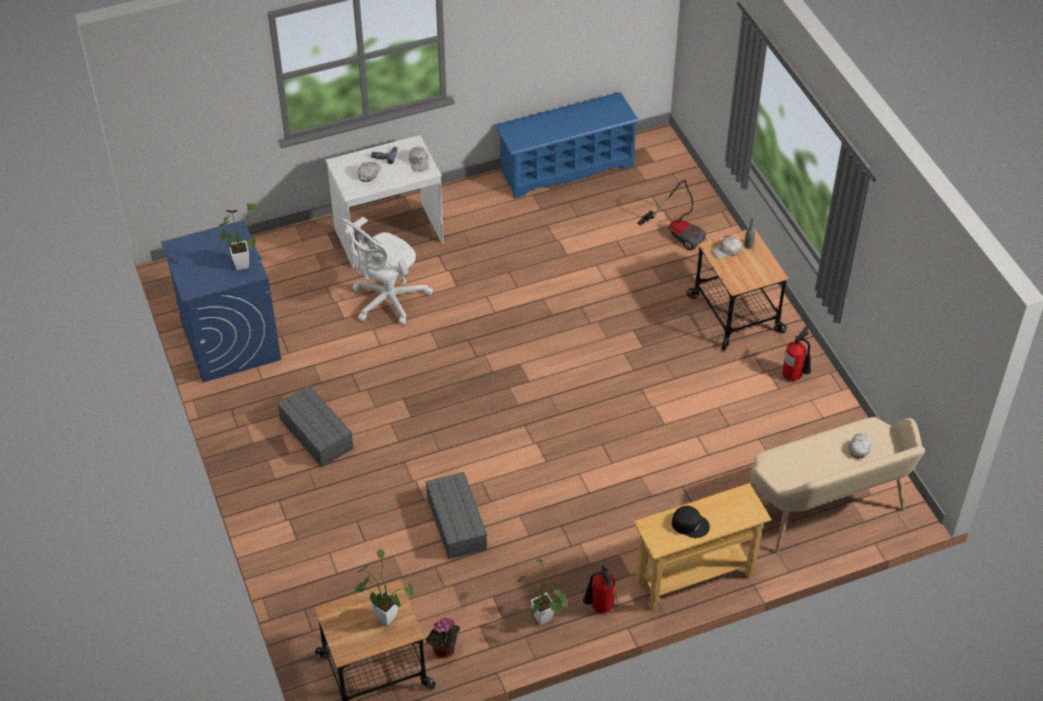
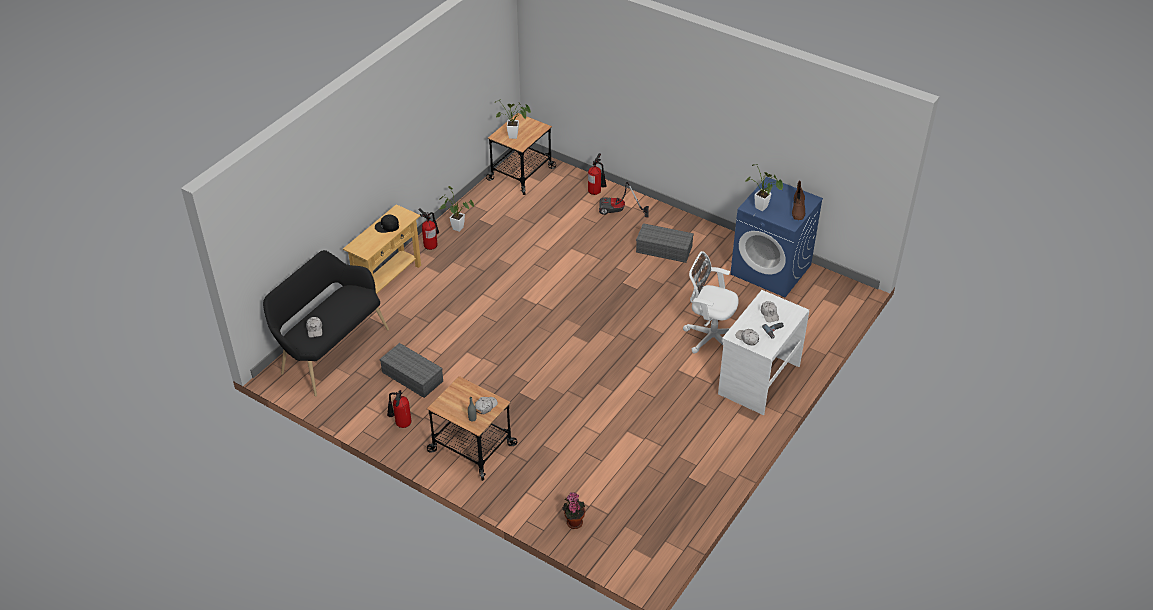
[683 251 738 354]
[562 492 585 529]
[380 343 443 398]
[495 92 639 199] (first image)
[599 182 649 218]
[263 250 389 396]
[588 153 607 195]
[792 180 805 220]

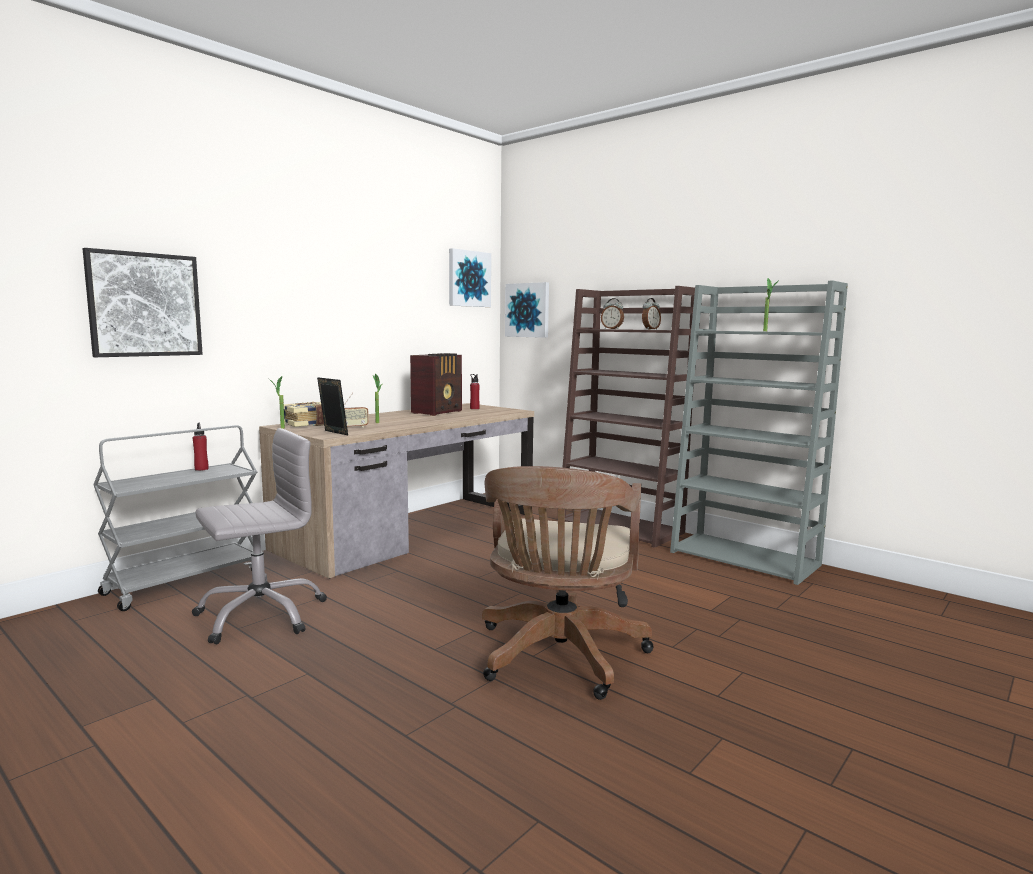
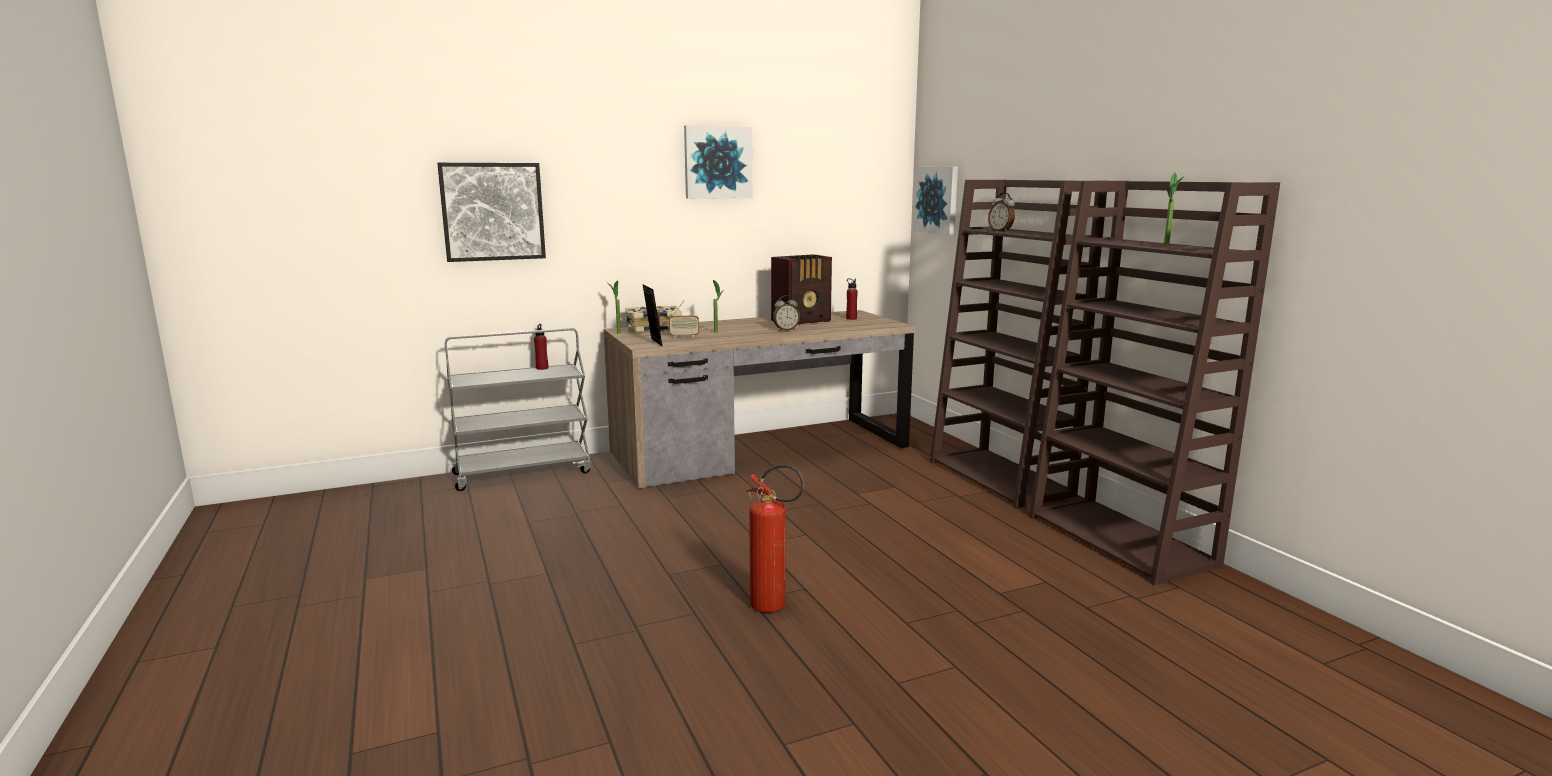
[192 428 327 644] (first image)
[684 125 752 198]
[746 464 805 613]
[773 295 800 331]
[1029 181 1280 585]

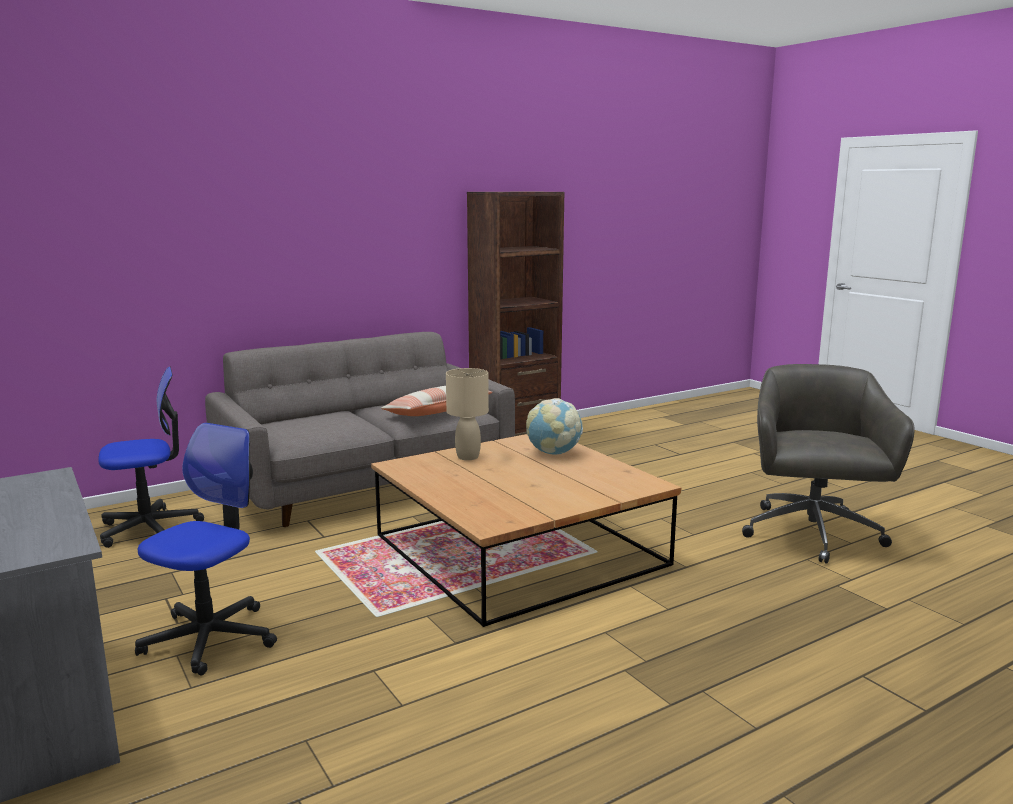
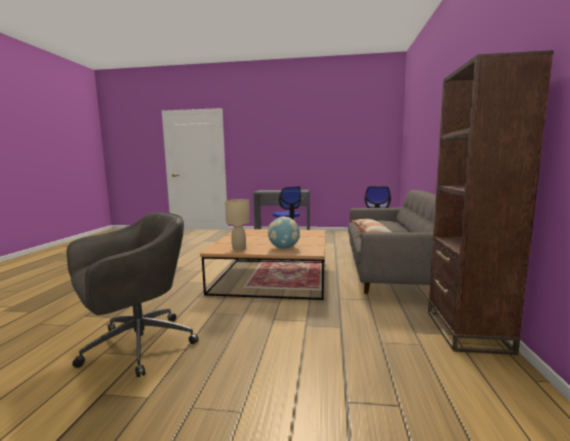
[225 199 250 250]
[66 213 199 377]

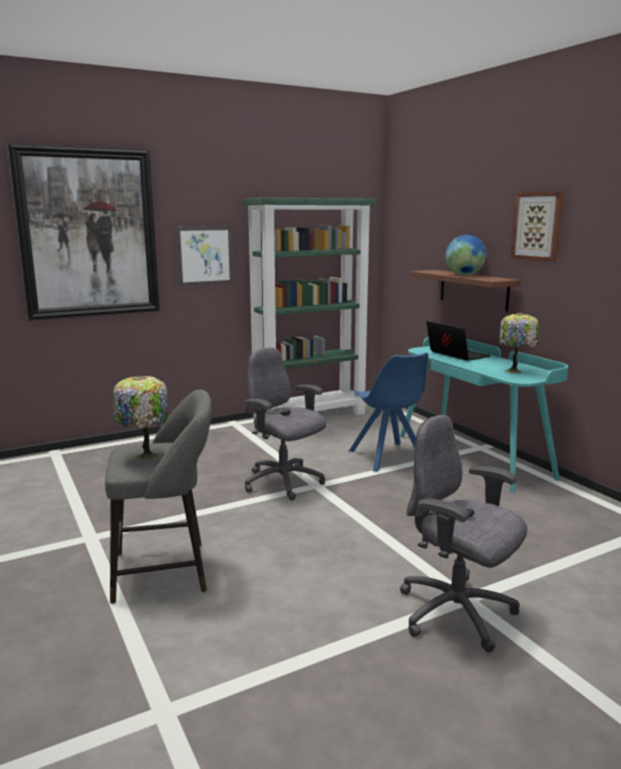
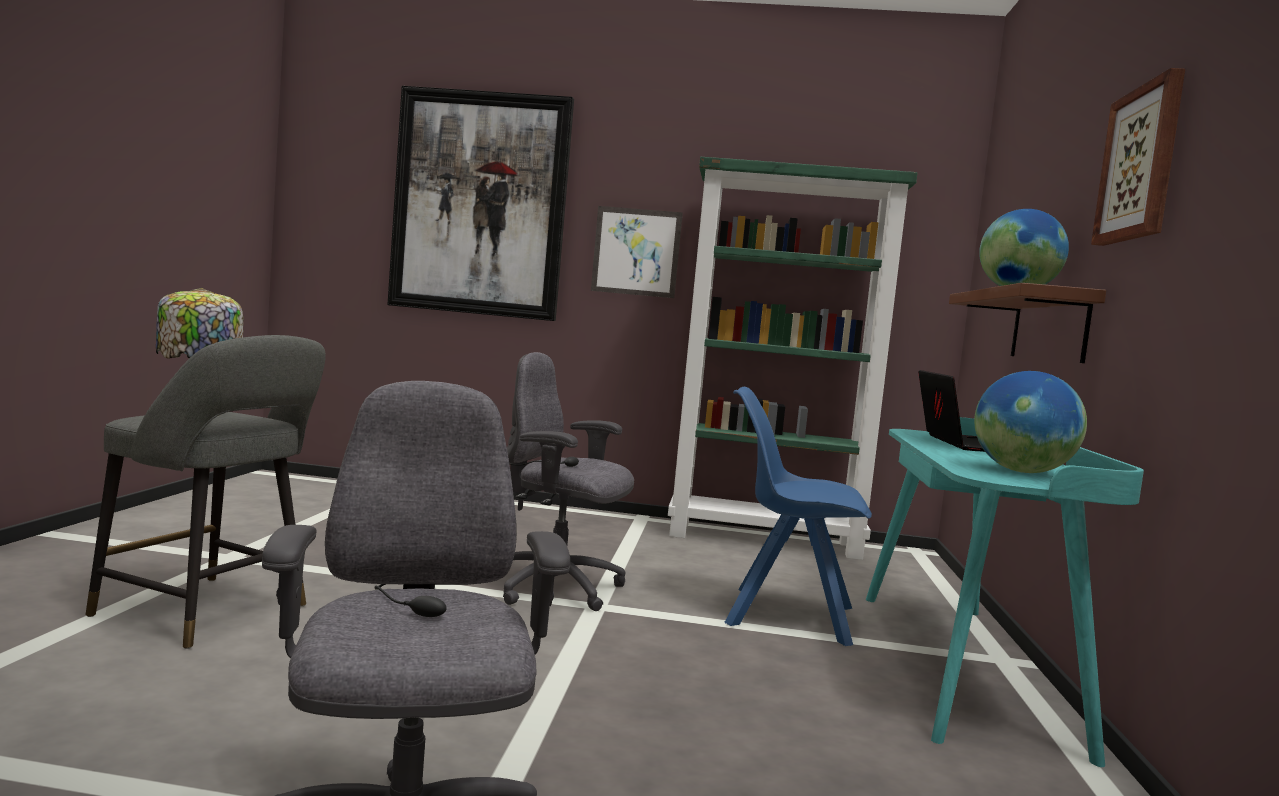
[503 352 634 611]
[724 387 872 646]
[974 371 1087 473]

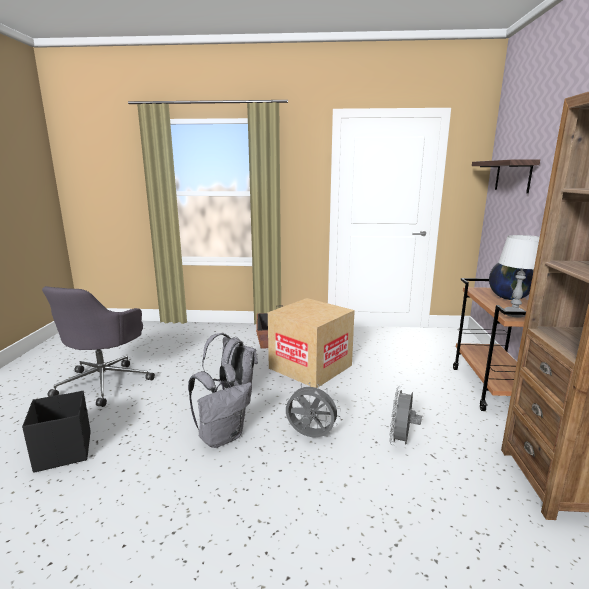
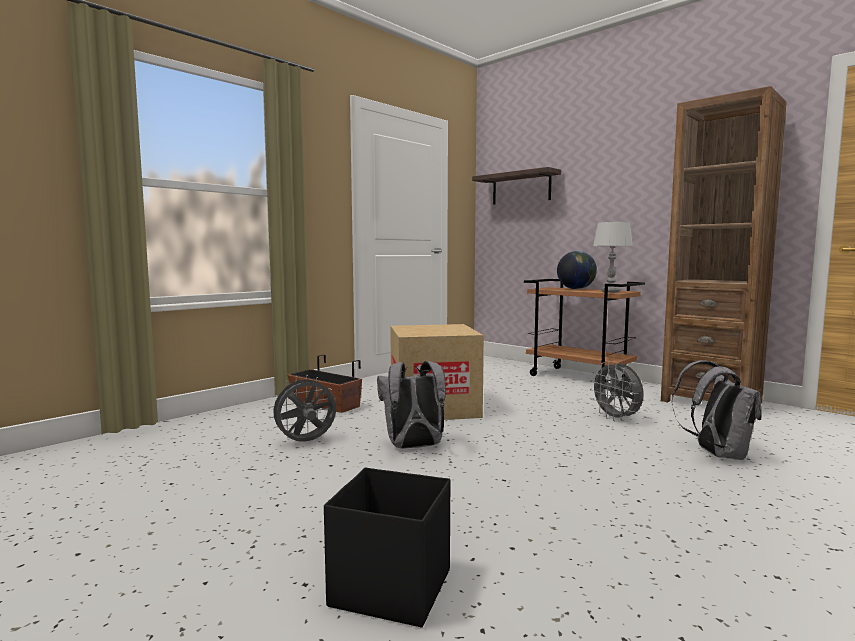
[42 286 155 407] (first image)
[672 360 761 460]
[269 375 336 442]

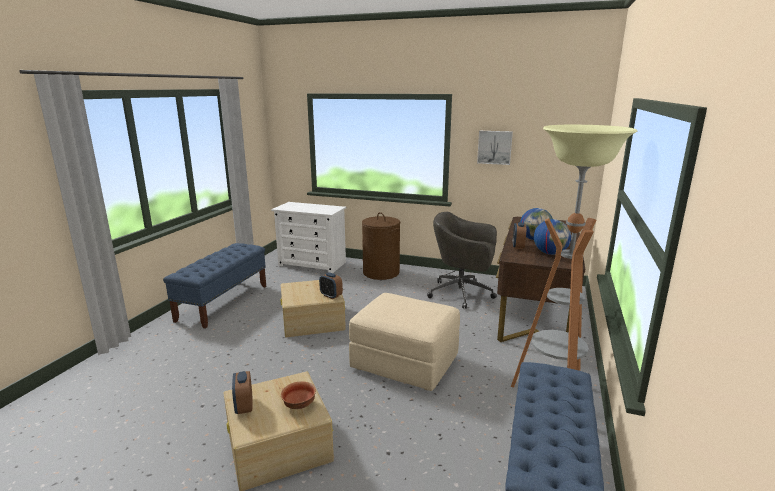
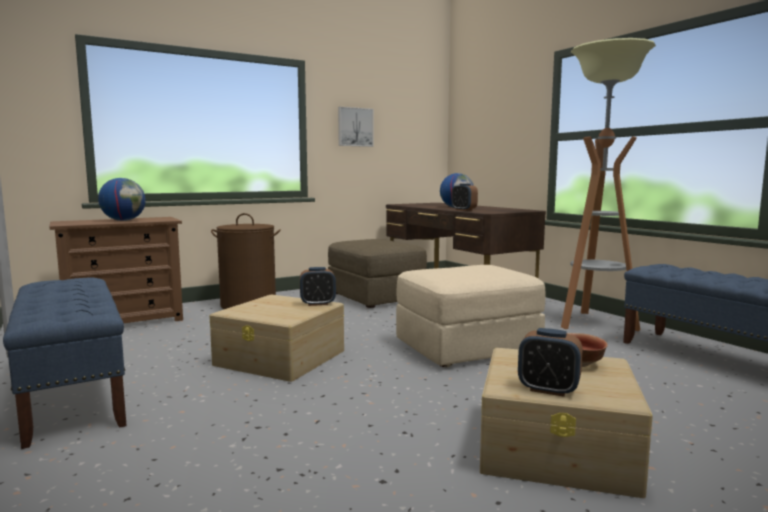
[49 217 183 323]
[328 239 427 308]
[98 178 146 221]

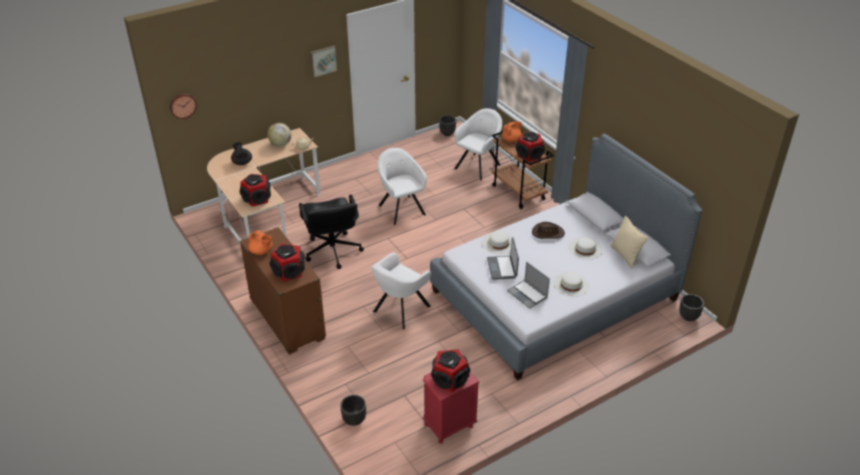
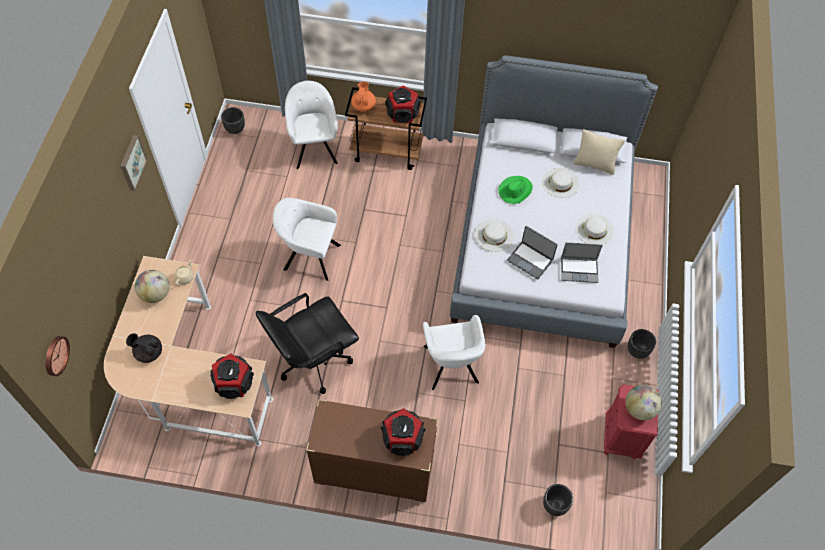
[248 230 273 255] (first image)
[256 293 359 394]
[625 385 662 420]
[499 176 533 204]
[628 329 656 359]

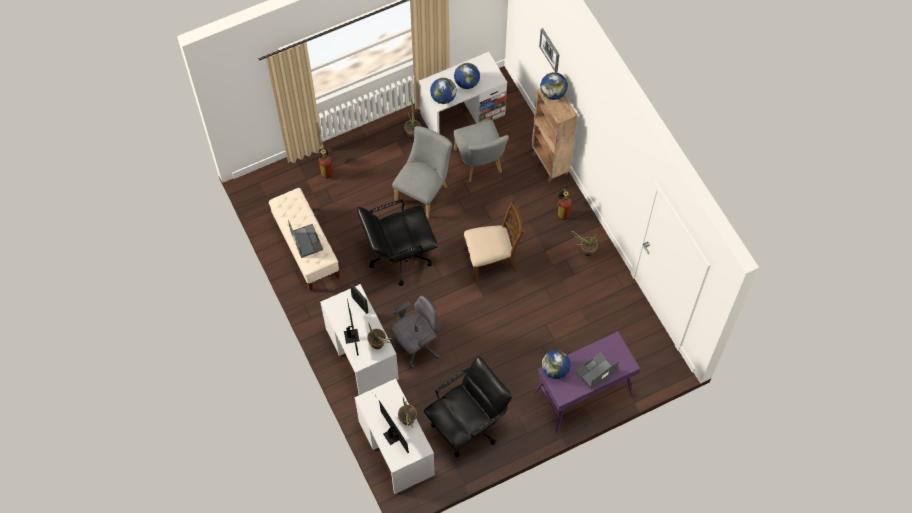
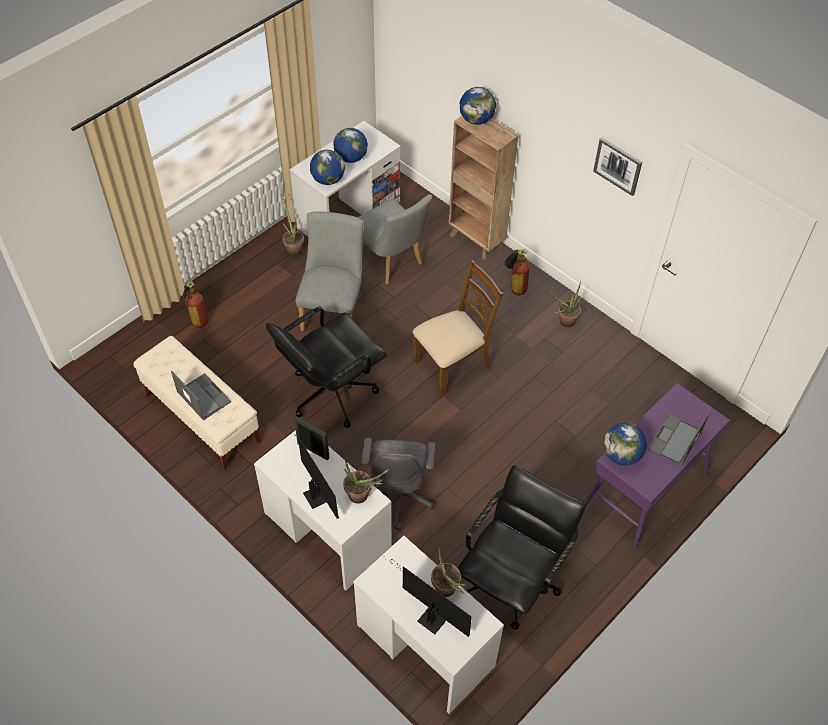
[362 438 436 530]
[593 138 642 196]

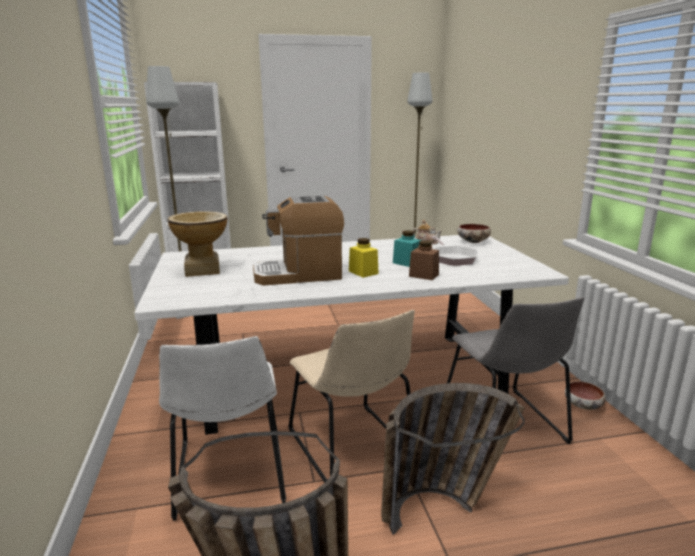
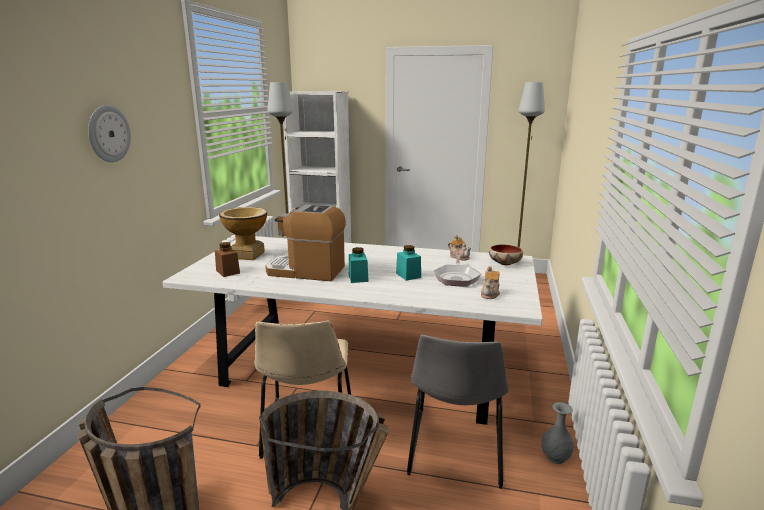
[159 336 286 521] (first image)
[349 247 369 283]
[215 242 240 277]
[541 402 574 464]
[88 105 131 162]
[481 266 500 299]

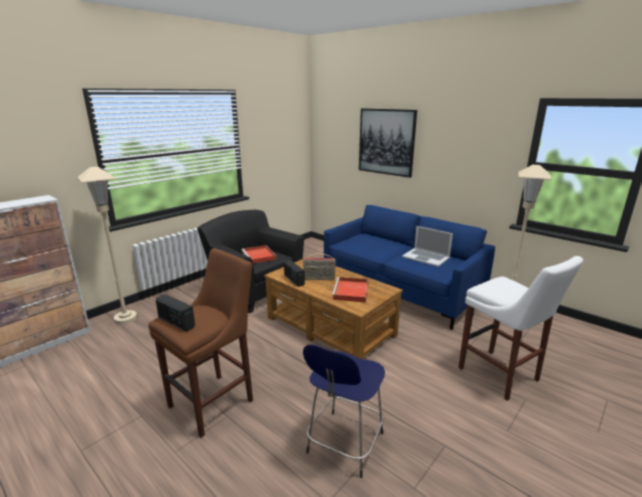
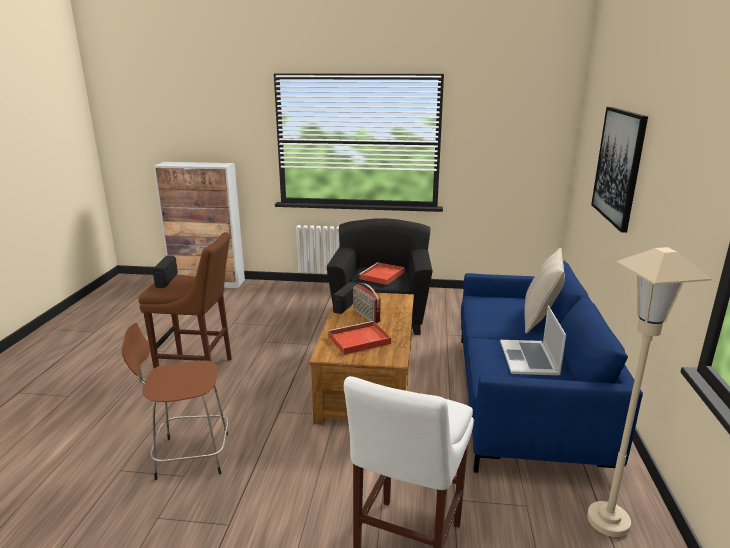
[77 167 137 324] (first image)
[122 323 228 480]
[524 248 565 334]

